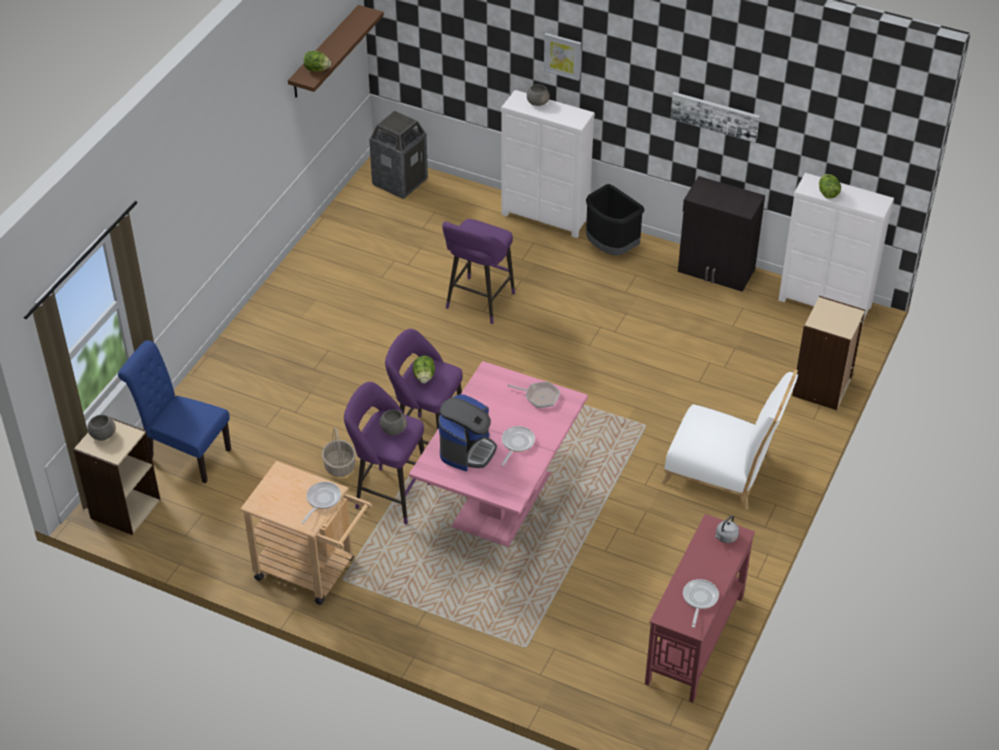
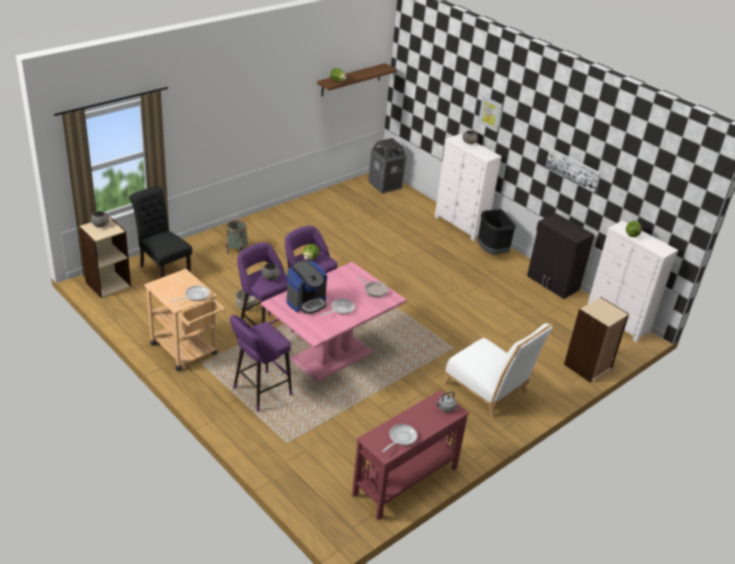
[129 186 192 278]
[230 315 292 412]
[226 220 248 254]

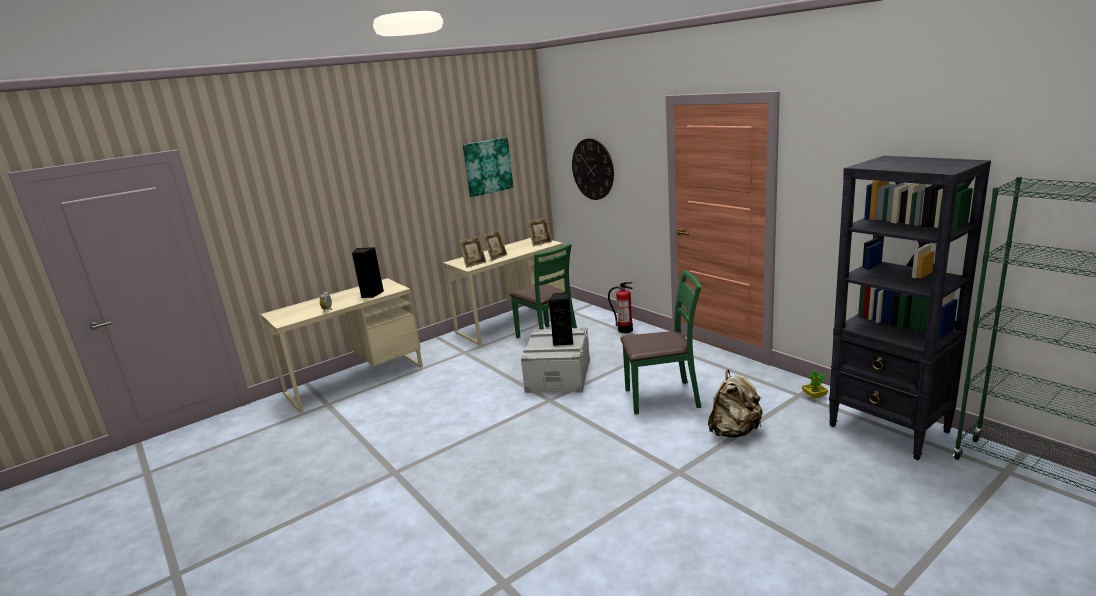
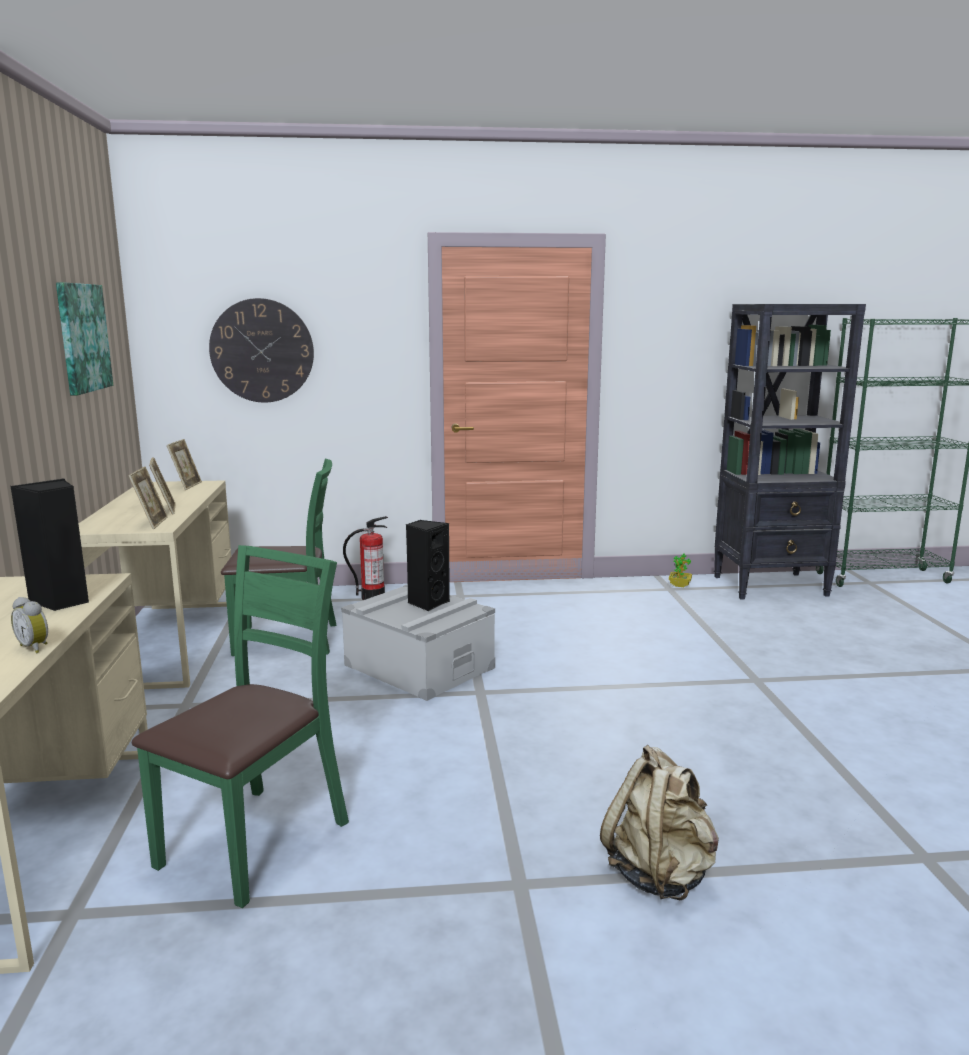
[132 545 349 908]
[600 745 719 900]

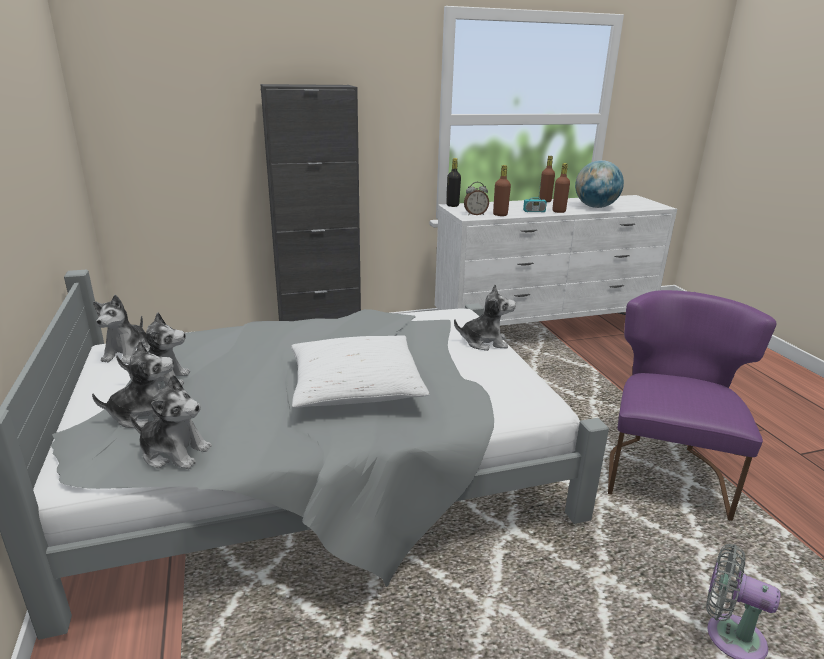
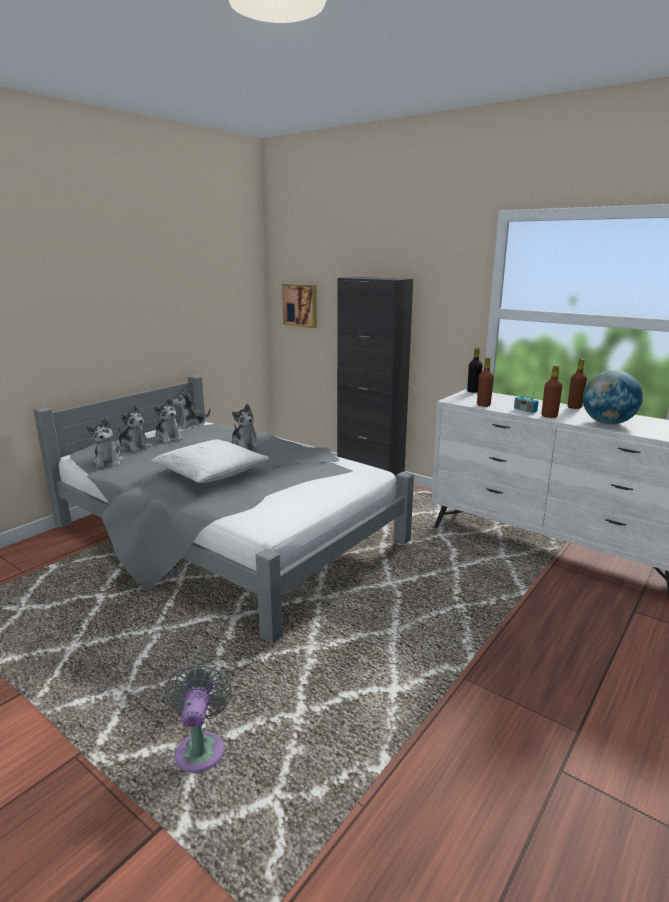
[231 404 261 449]
[464 182 489 215] (first image)
[608 290 777 521] (first image)
[282 284 317 328]

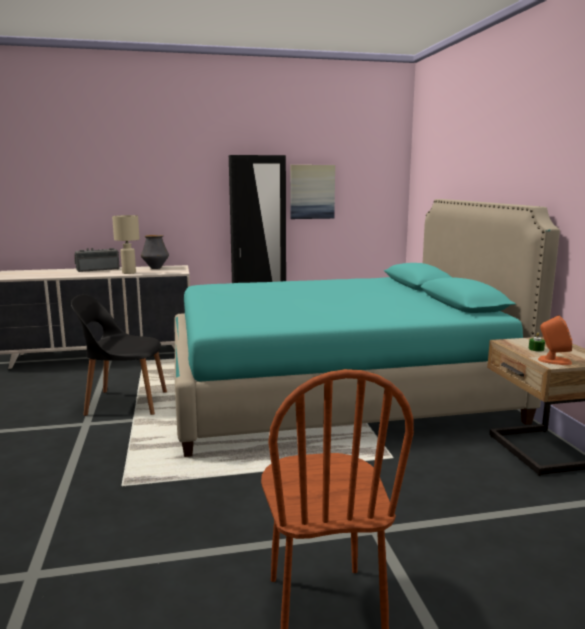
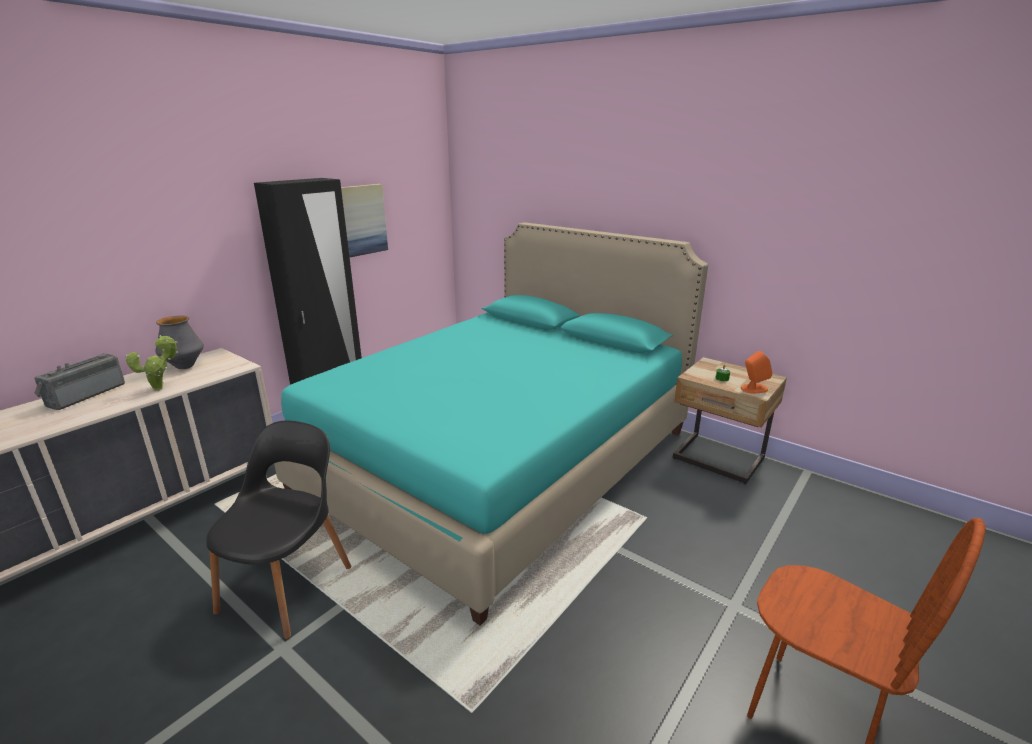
[206 420 351 639]
[125 335 178 391]

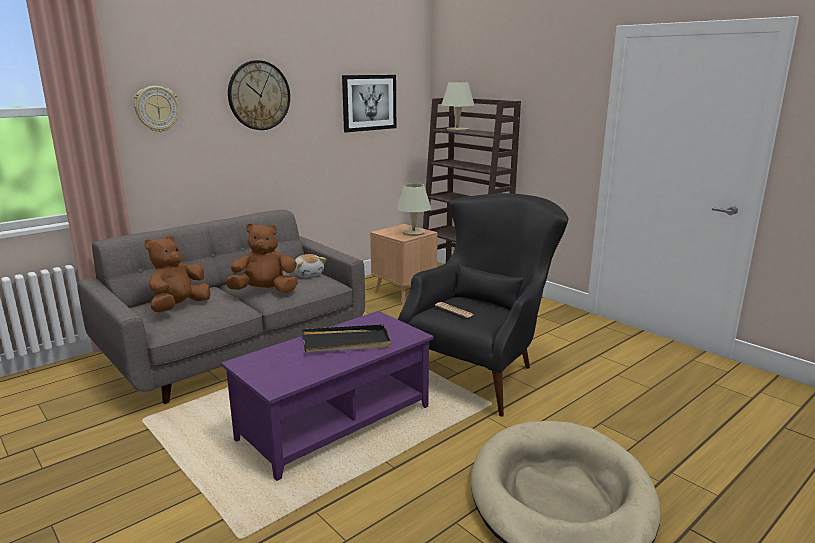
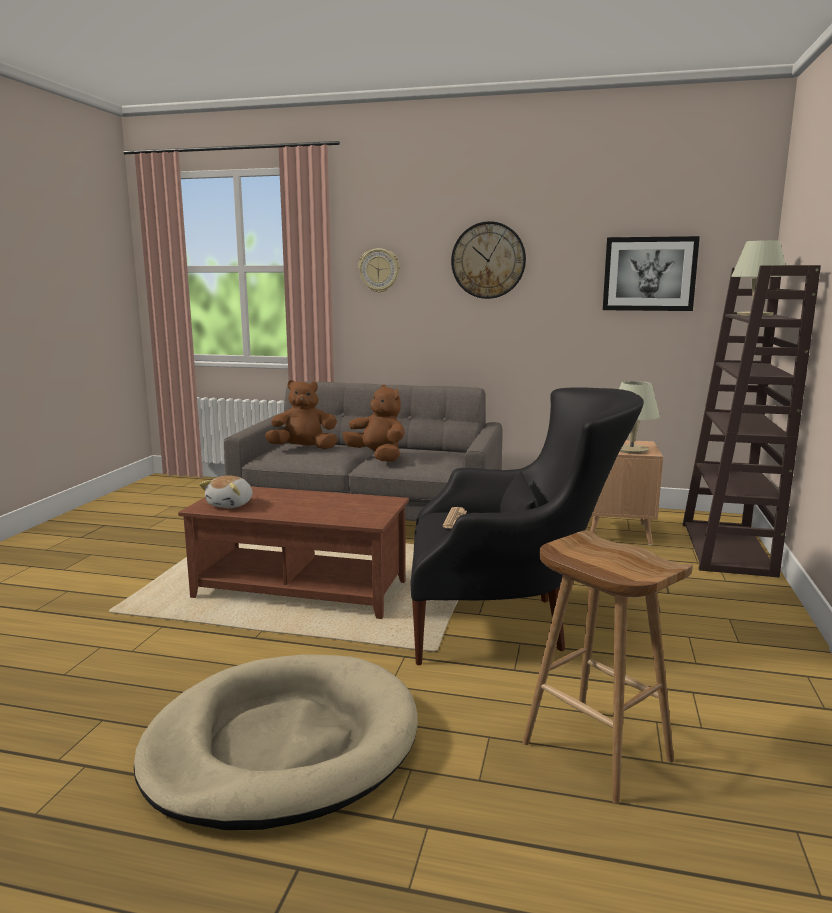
[178 486 409 619]
[199 475 253 508]
[302 324 391 352] (first image)
[523 530 693 804]

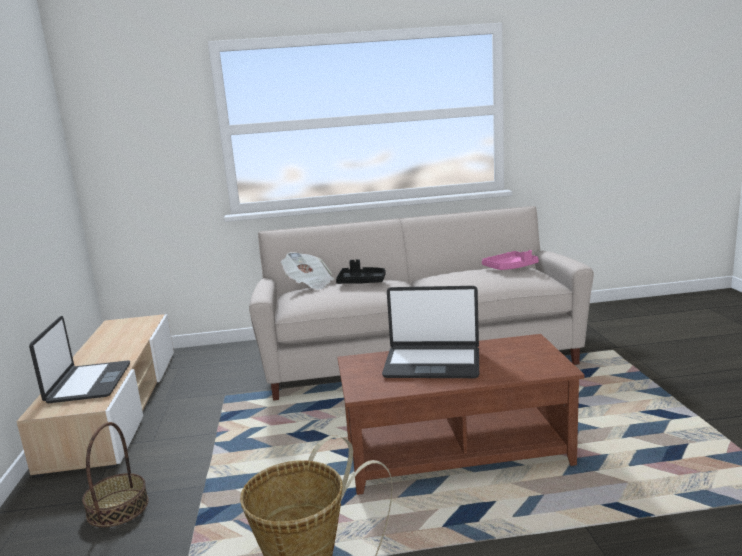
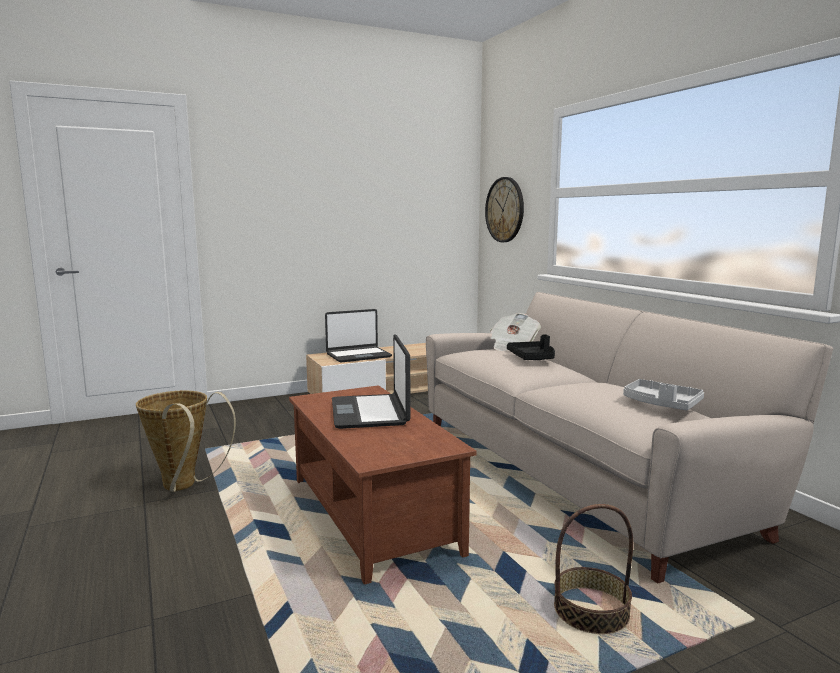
[554 504 633 634]
[623 379 704 410]
[485 177 524 242]

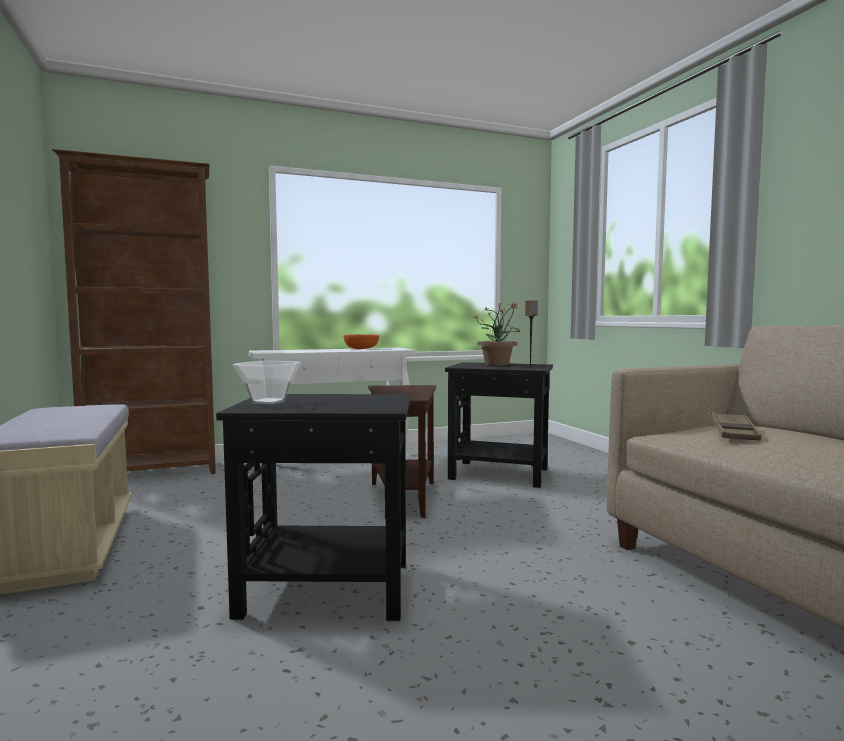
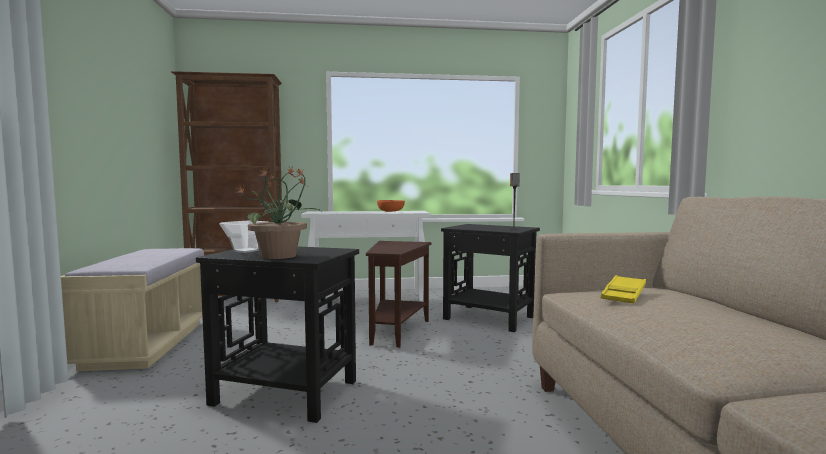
[236 166 321 259]
[601 275 646 303]

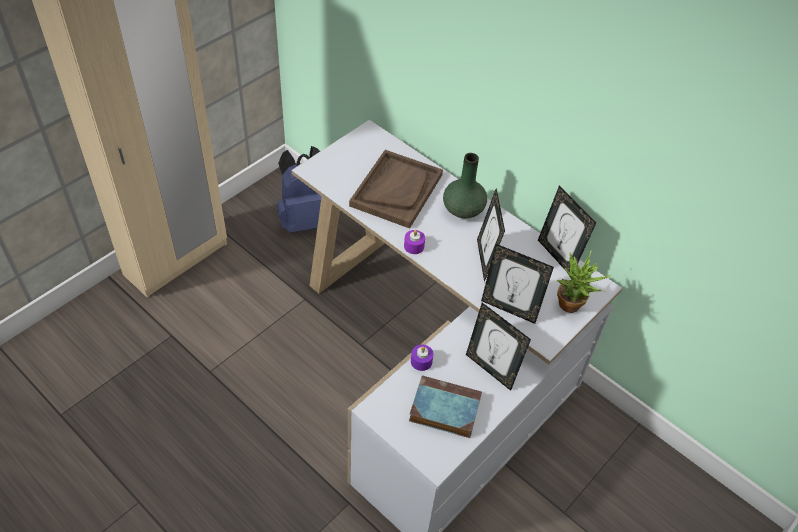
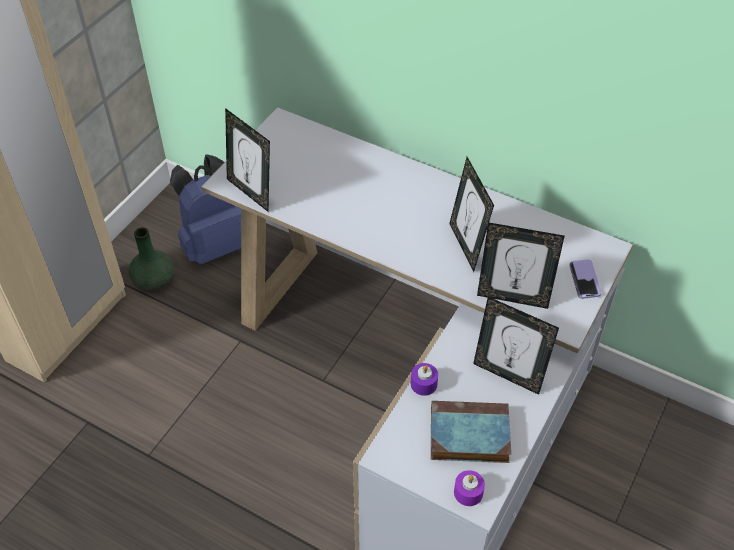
[349 150 443 229] (first image)
[454 470 485 506]
[129 228 174 290]
[225 108 270 212]
[569 259 601 299]

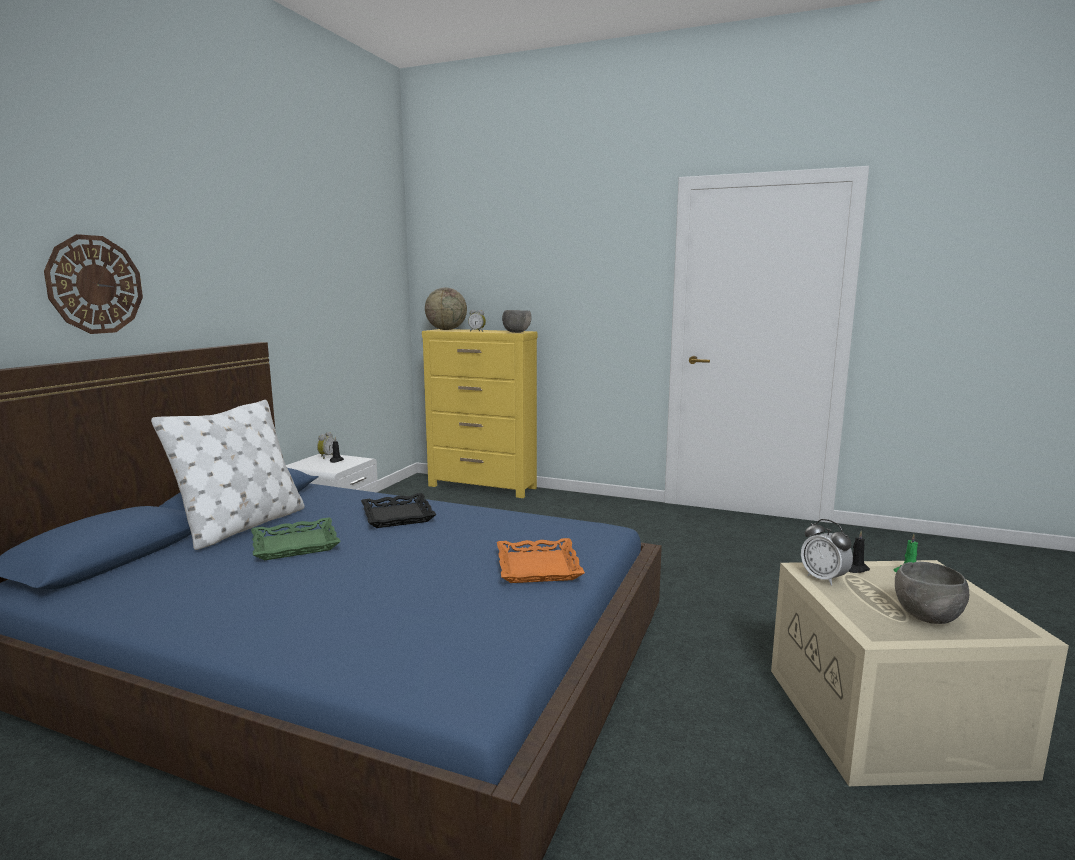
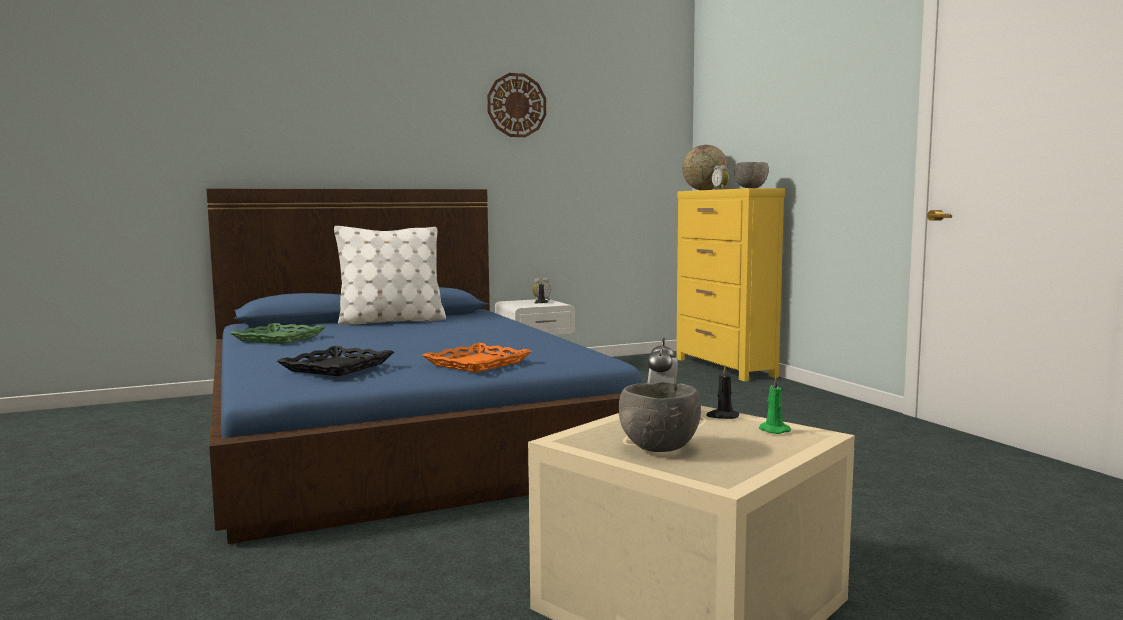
[487 73 546 137]
[230 323 326 344]
[277 346 394 376]

